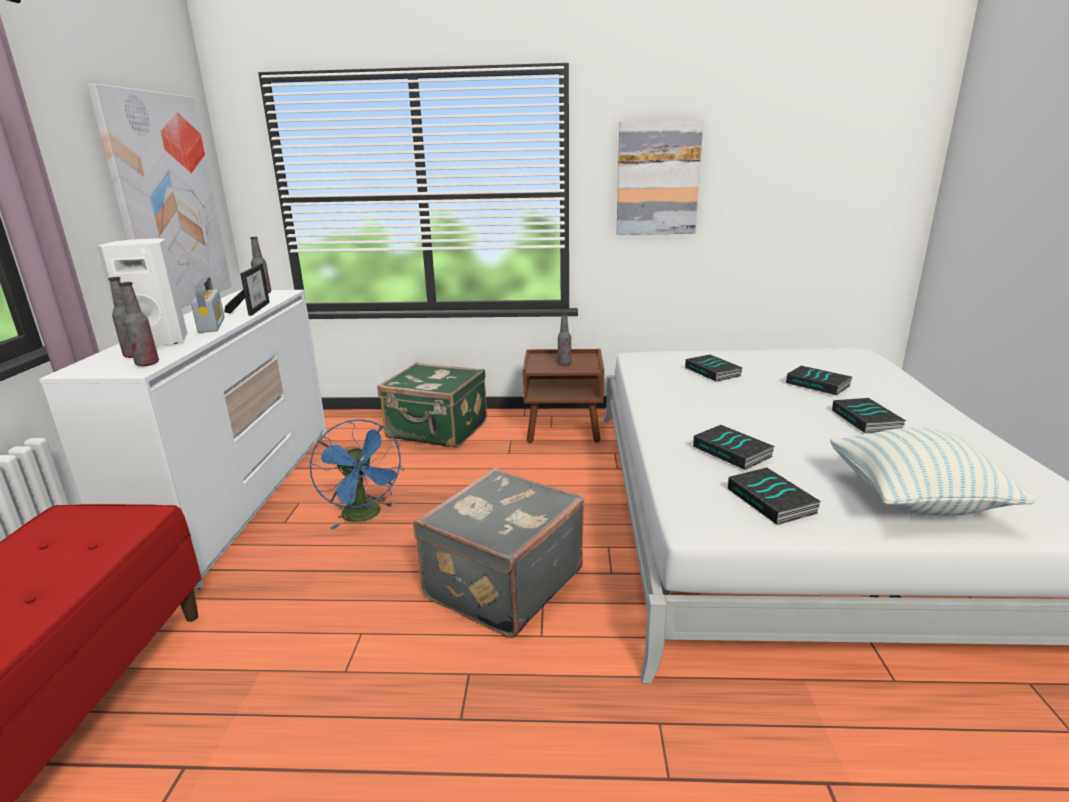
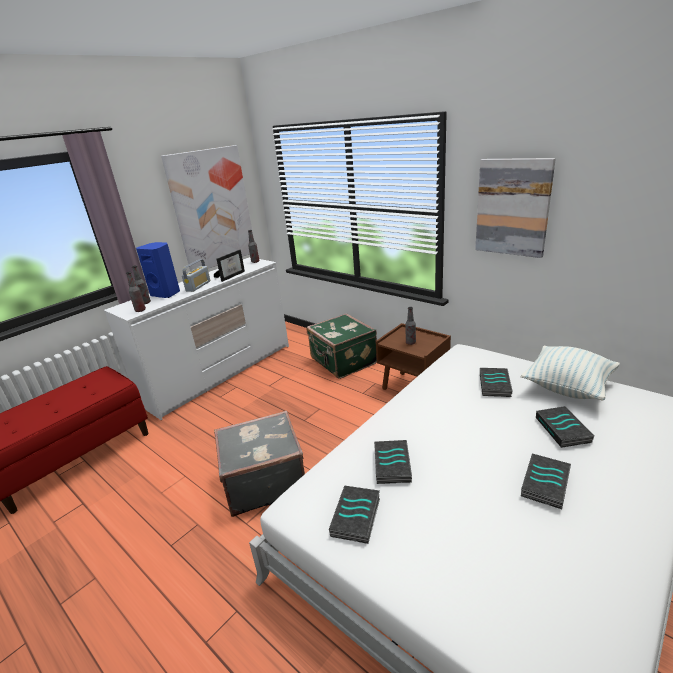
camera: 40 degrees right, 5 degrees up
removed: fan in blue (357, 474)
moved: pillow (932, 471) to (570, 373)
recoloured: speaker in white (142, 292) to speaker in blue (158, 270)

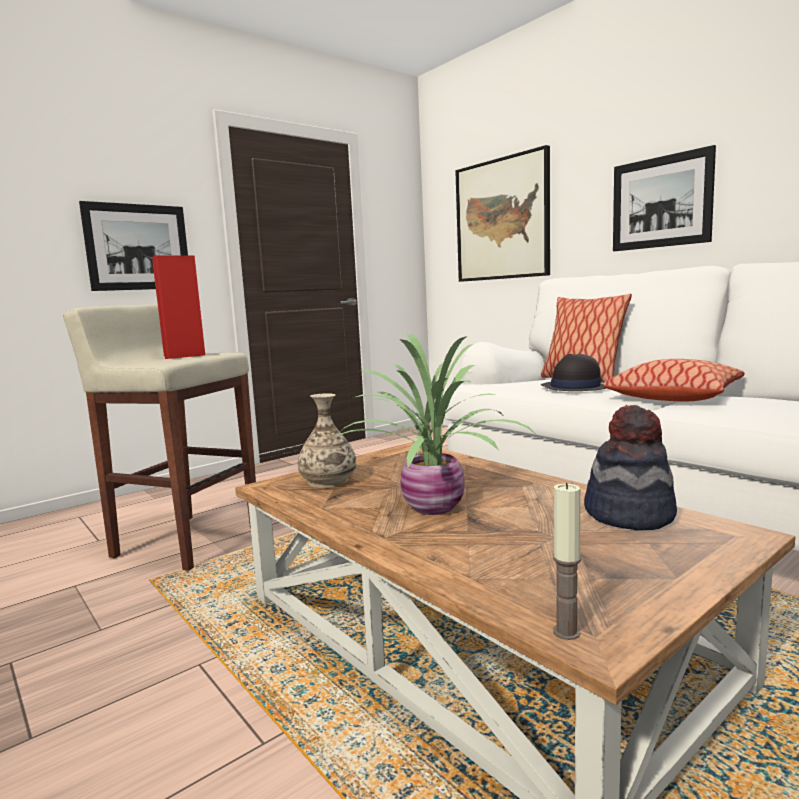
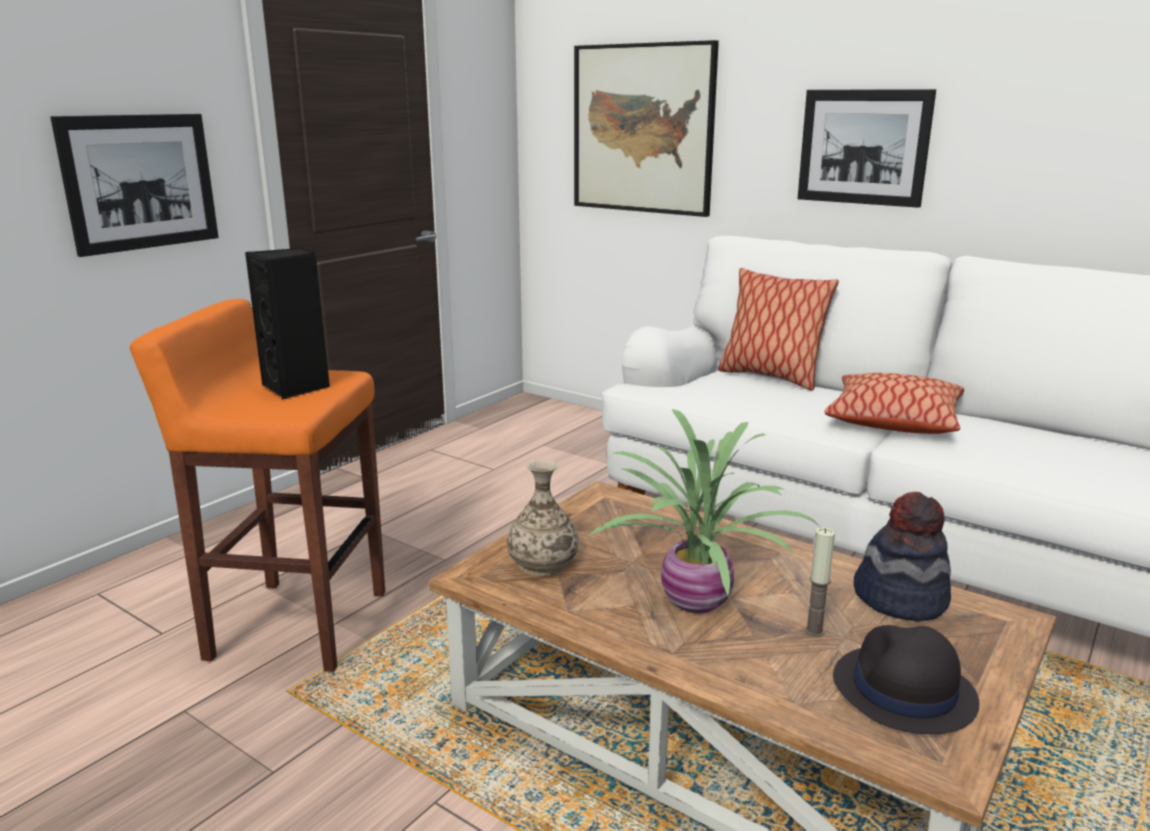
camera: 15 degrees left, 10 degrees up
moved: clothing hat in black (573, 372) to (906, 679); wax candle (567, 561) to (819, 582)
recoloured: sitting stool in beige (159, 437) to sitting stool in orange (257, 485); speaker in red-coloured (178, 307) to speaker in black (287, 323)

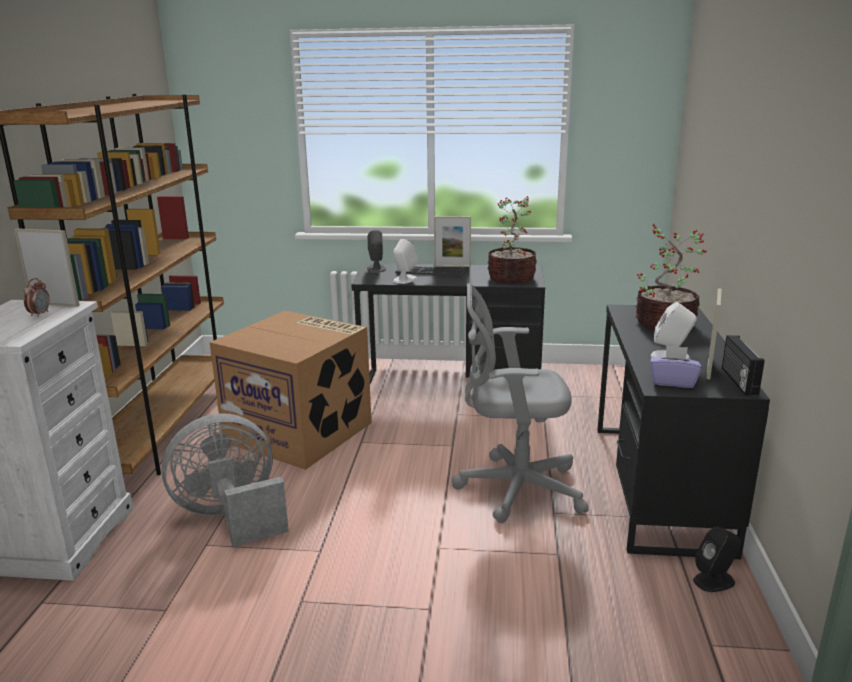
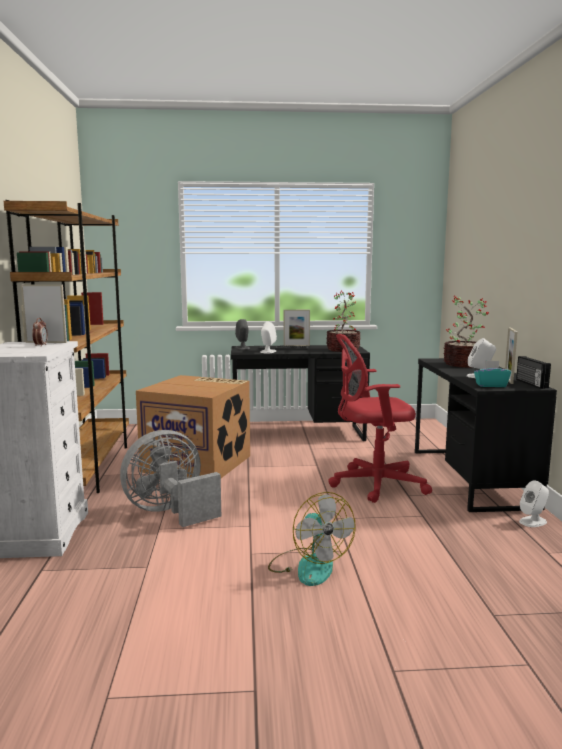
camera: 10 degrees left, 10 degrees down
added: fan (312, 539)
recoloured: desk chair in gray (520, 403) to desk chair in red-coloured (380, 418); tissue holder in purple-coloured (676, 366) to tissue holder in turquoise-coloured (492, 374); speaker in black (717, 559) to speaker in white (534, 504)

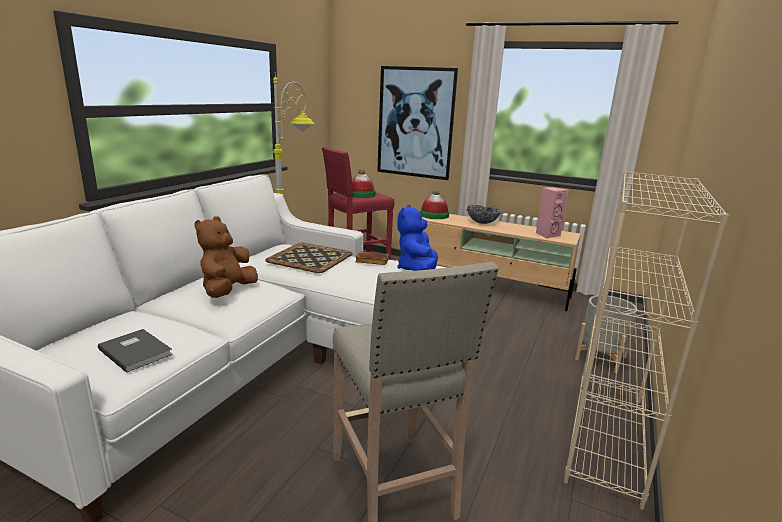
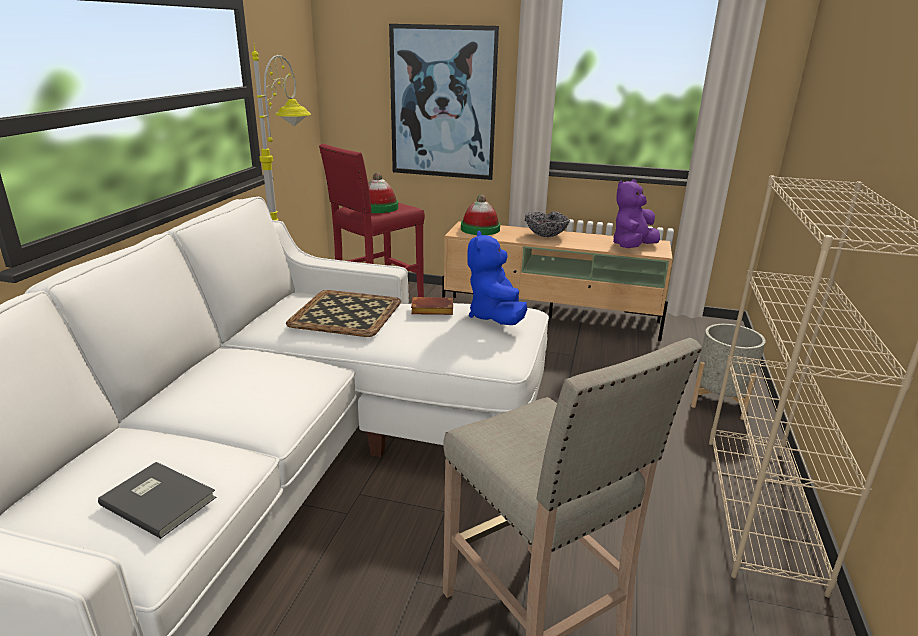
camera: 10 degrees left, 5 degrees up
removed: soft toy in brown (226, 257)
replaced: speaker in pinkish (552, 213) to soft toy in purple-coloured (636, 213)

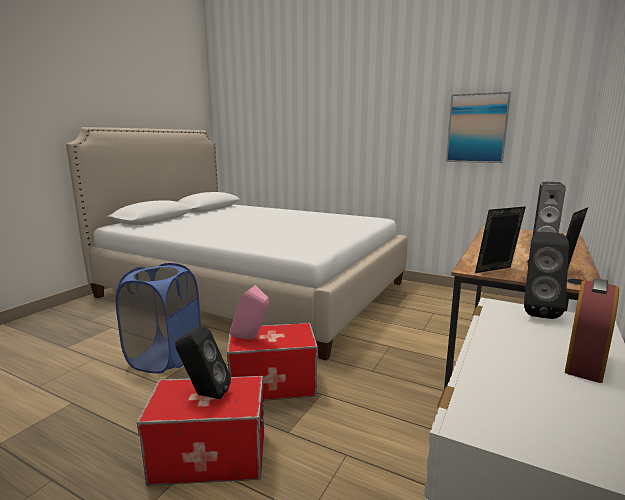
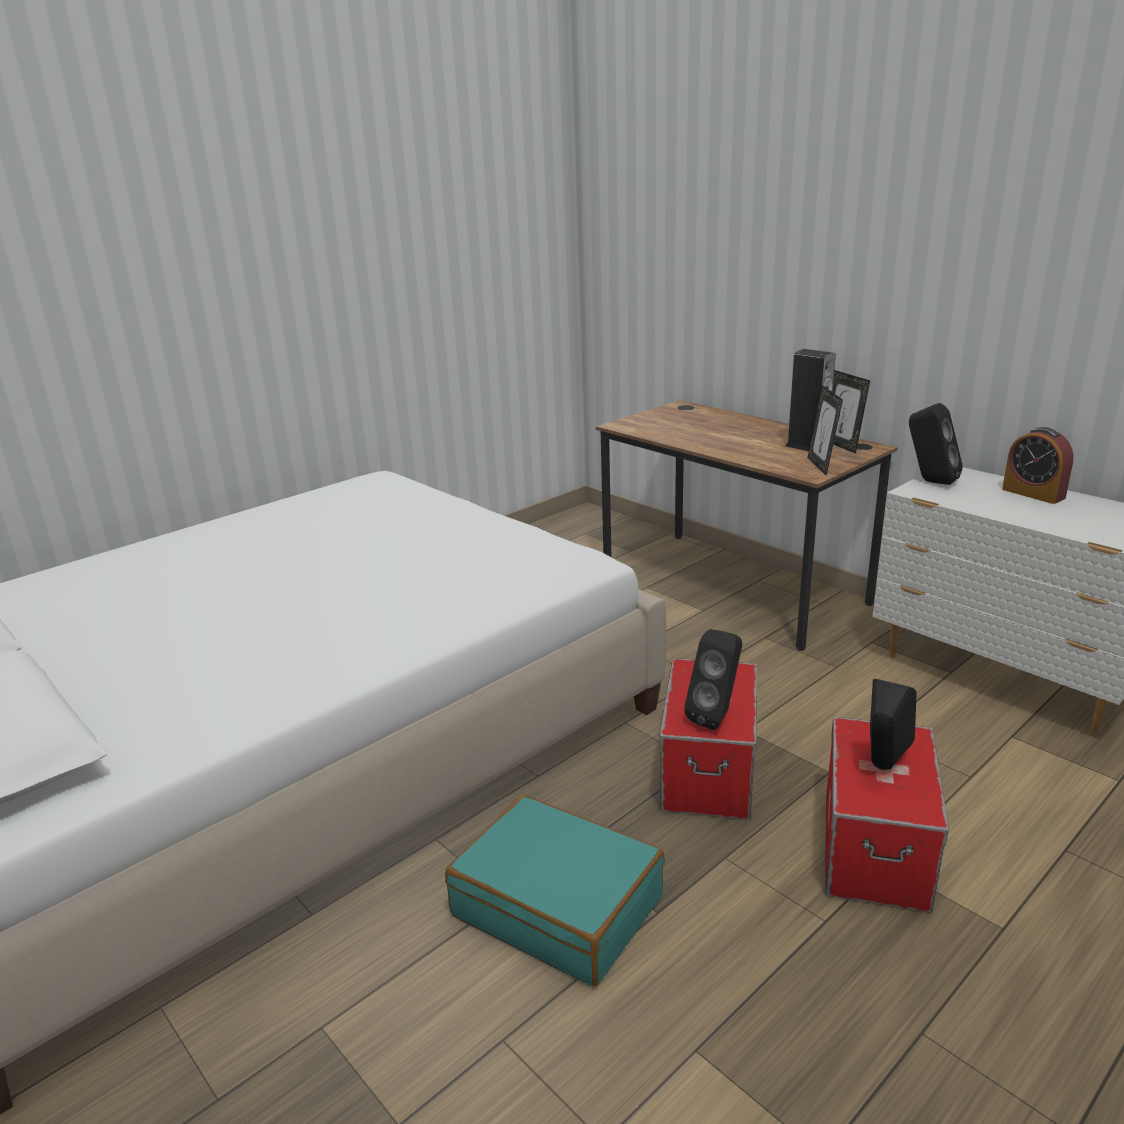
camera: 70 degrees left, 10 degrees up
removed: picture (478, 127)
replaced: washing basket in blue (158, 318) to piece of luggage in turquoise-coloured (555, 891)
recoloured: speaker in pinkish (249, 312) to speaker in black (713, 679)

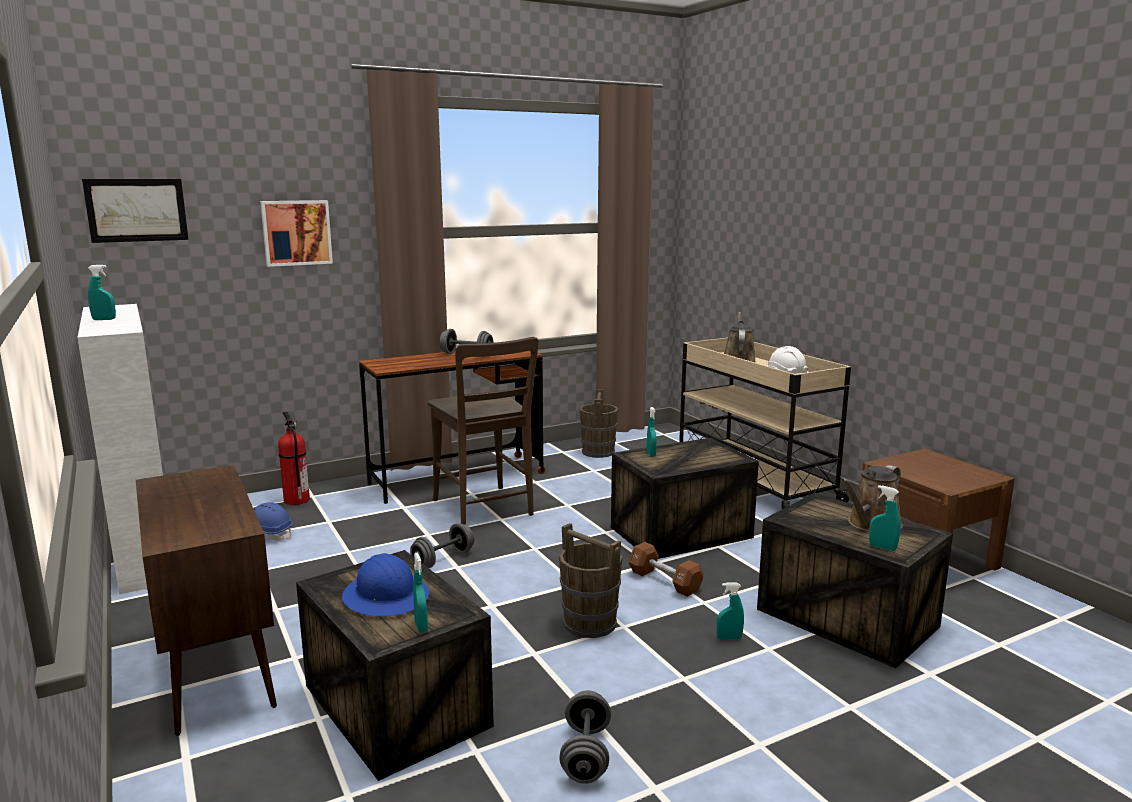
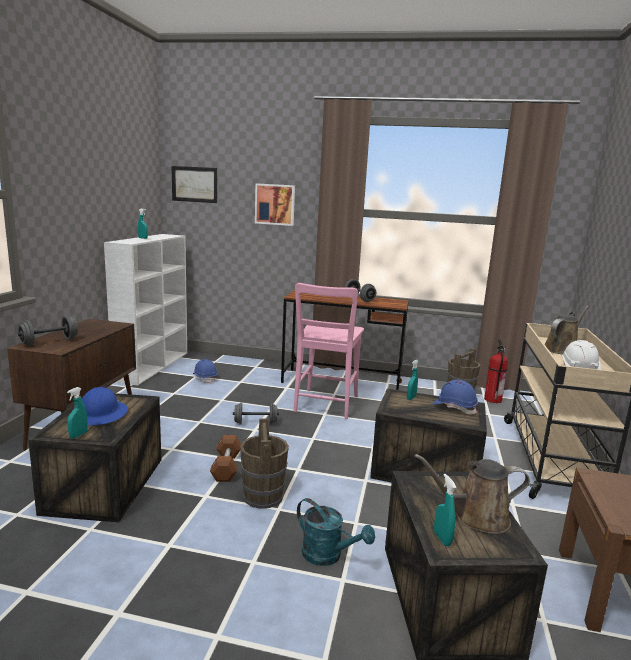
camera: 40 degrees right, 0 degrees up
added: safety helmet in blue (455, 397)
moved: fire extinguisher (294, 458) to (496, 371); hand weight in gray (585, 737) to (48, 330); hand weight in brown (666, 569) to (225, 458)
replaced: spray bottle in turquoise-coloured (730, 611) to watering pot in turquoise-coloured (336, 532)
recoloured: plain chair in brown (483, 431) to plain chair in pinkish (329, 351)

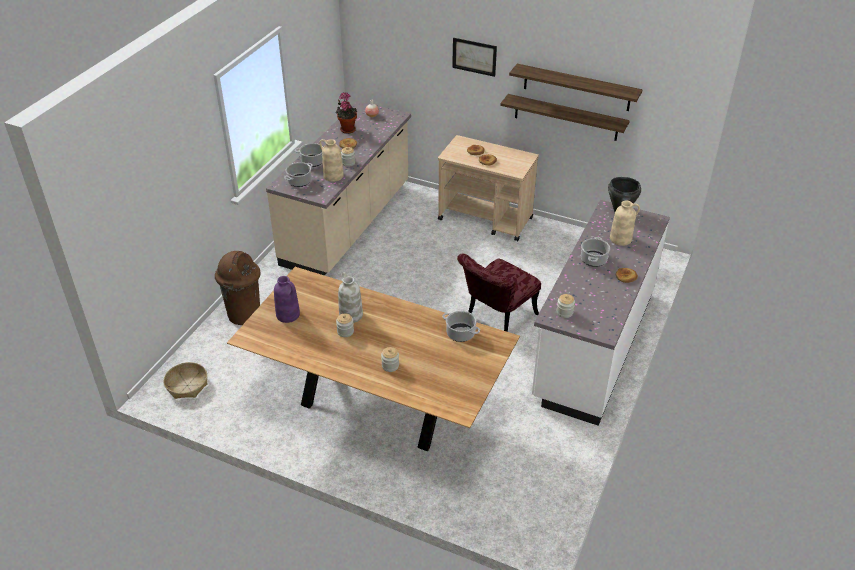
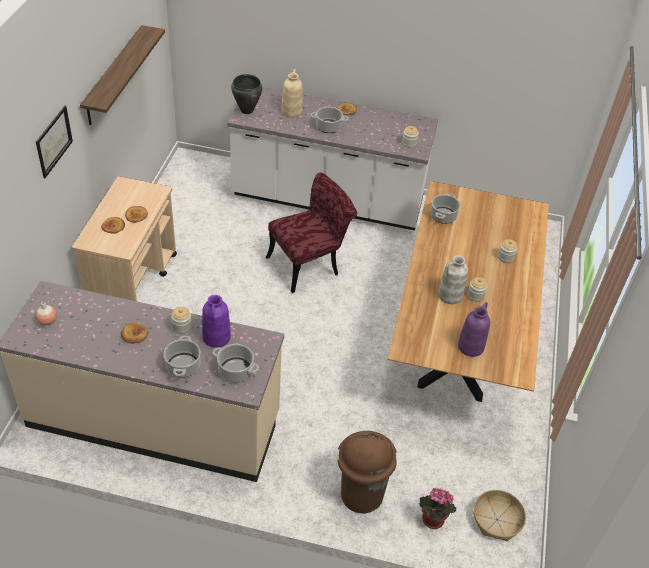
camera: 105 degrees left, 5 degrees up
removed: shelf (565, 117)
moved: potted plant (346, 113) to (437, 508)
recoloured: decorative vase in beige (331, 160) to decorative vase in purple-coloured (216, 321)
turned: plain chair in red-coloured (499, 293) = (311, 233) 60 degrees counterclockwise

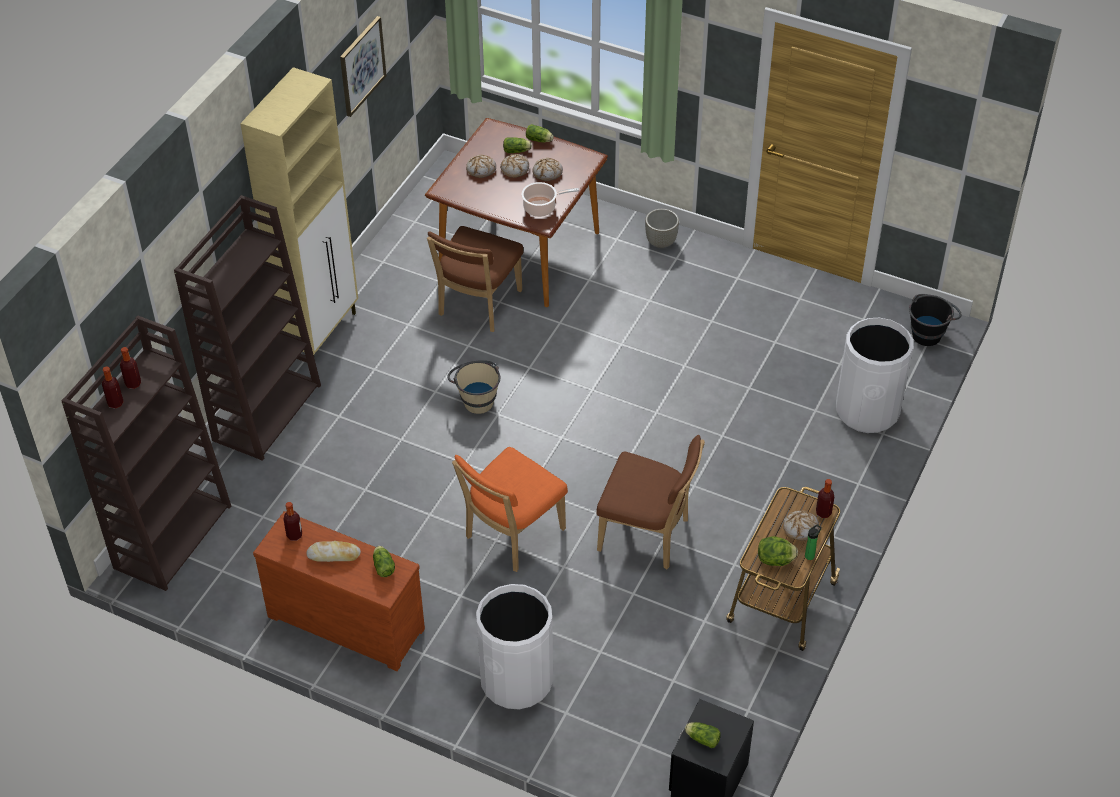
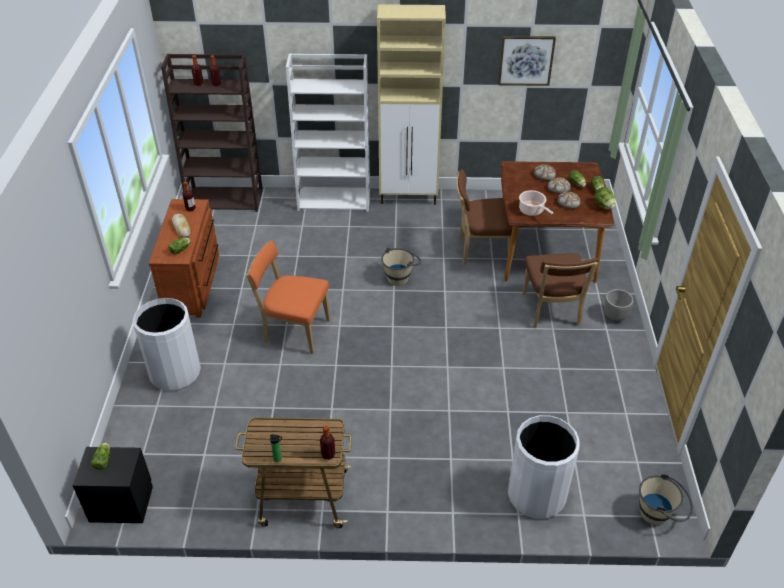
camera: 65 degrees right, 5 degrees down
removed: bread (801, 525)
moved: plain chair in brown (650, 502) to (560, 290); head of lettuce (778, 551) to (605, 198)
recoloured: bookshelf in brown (247, 328) to bookshelf in white (328, 133); water bucket in black (935, 320) to water bucket in beige (666, 499)

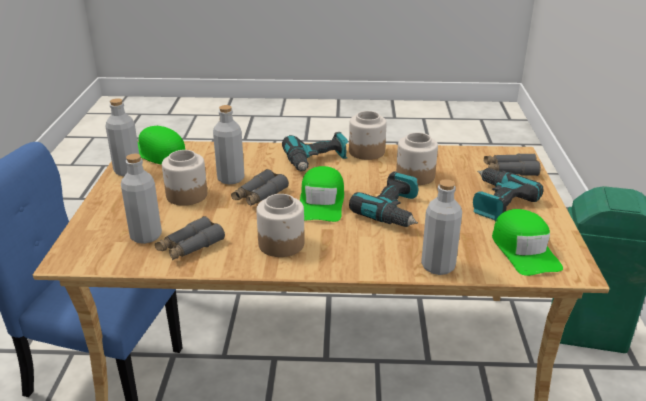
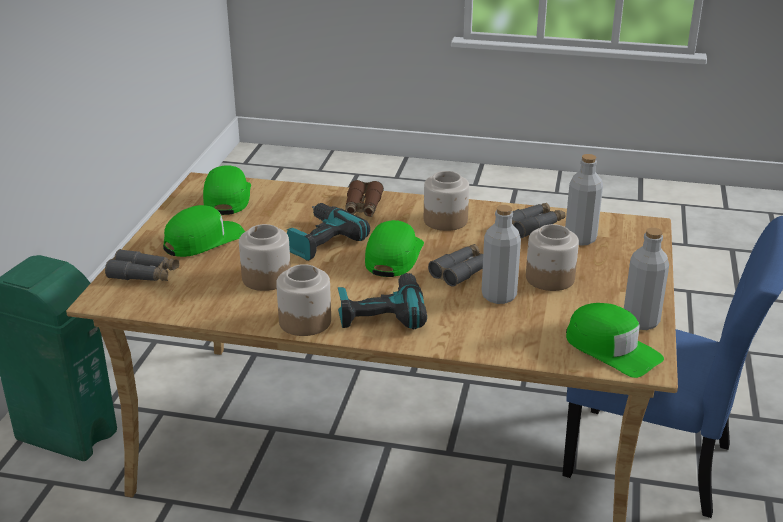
camera: 170 degrees left, 0 degrees up
removed: beverage bottle in gray (441, 227)
added: pair of binoculars in brown (364, 198)
replaced: drill (508, 194) to peaked cap in green (204, 231)

